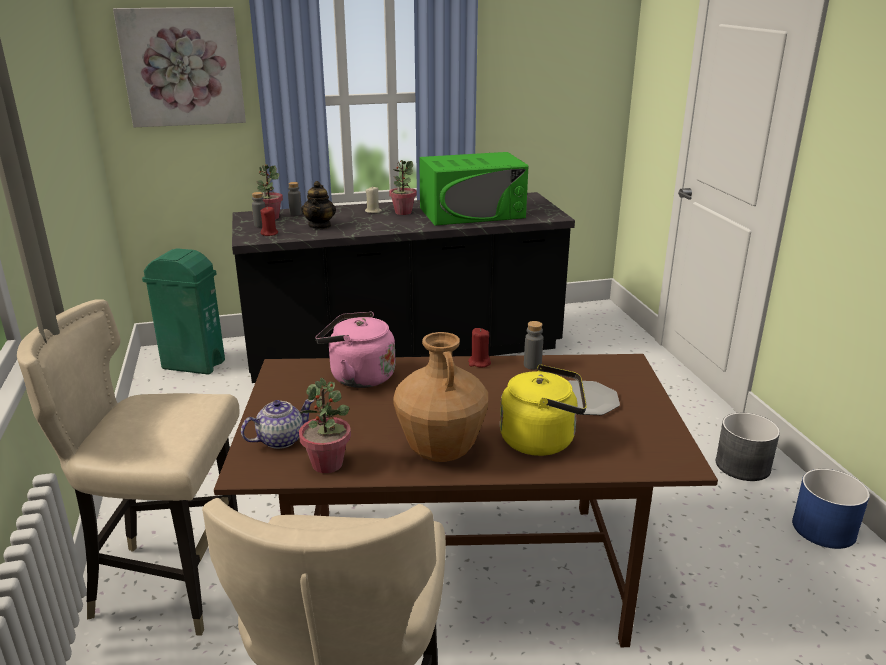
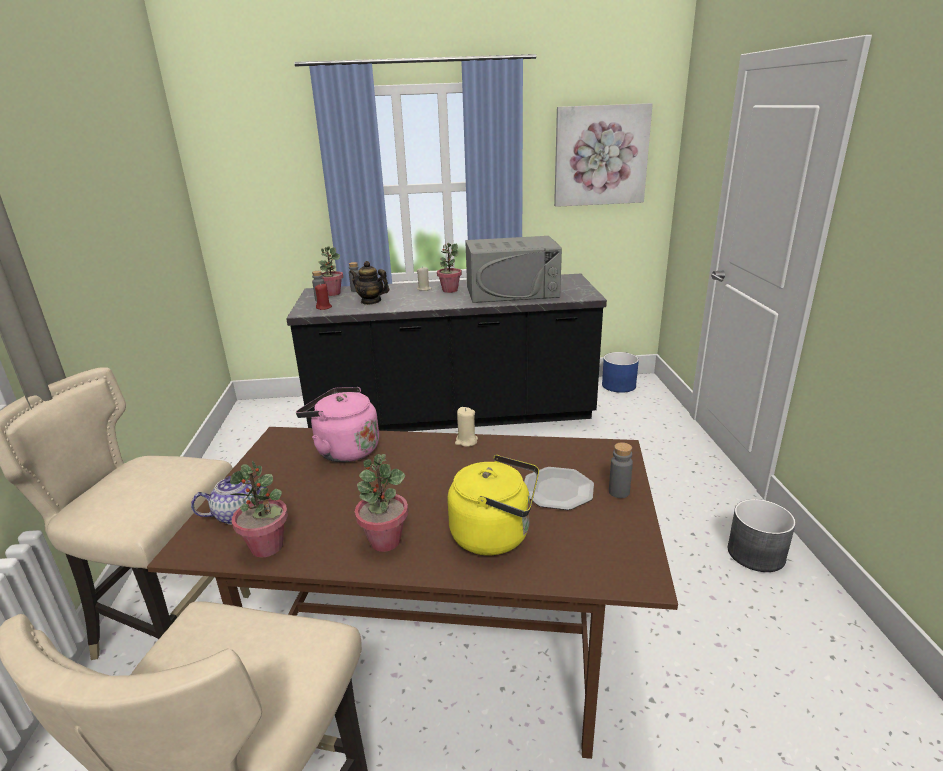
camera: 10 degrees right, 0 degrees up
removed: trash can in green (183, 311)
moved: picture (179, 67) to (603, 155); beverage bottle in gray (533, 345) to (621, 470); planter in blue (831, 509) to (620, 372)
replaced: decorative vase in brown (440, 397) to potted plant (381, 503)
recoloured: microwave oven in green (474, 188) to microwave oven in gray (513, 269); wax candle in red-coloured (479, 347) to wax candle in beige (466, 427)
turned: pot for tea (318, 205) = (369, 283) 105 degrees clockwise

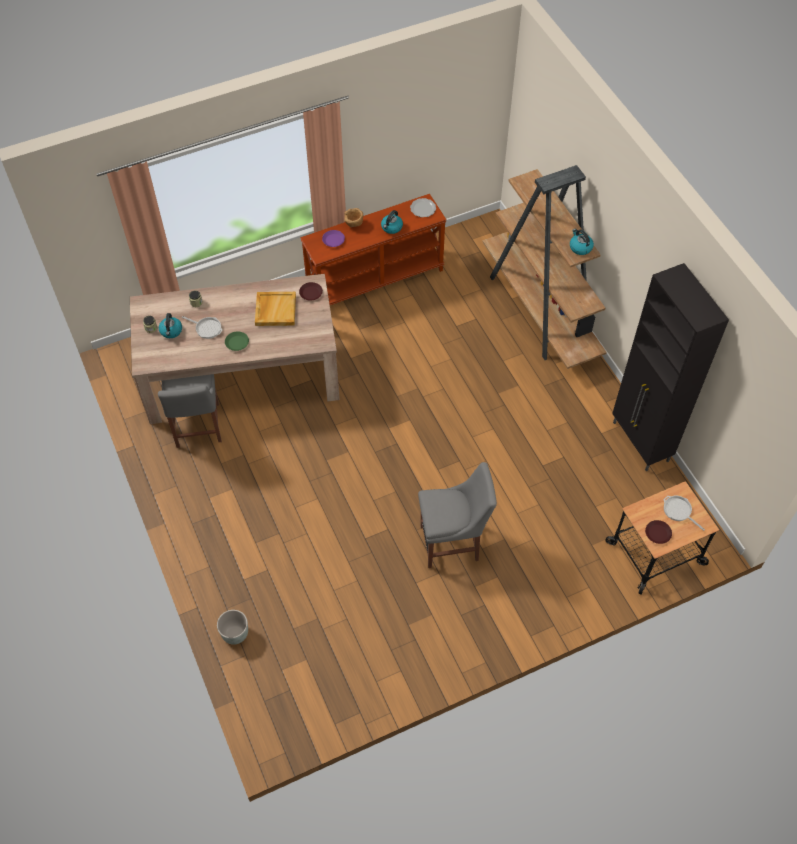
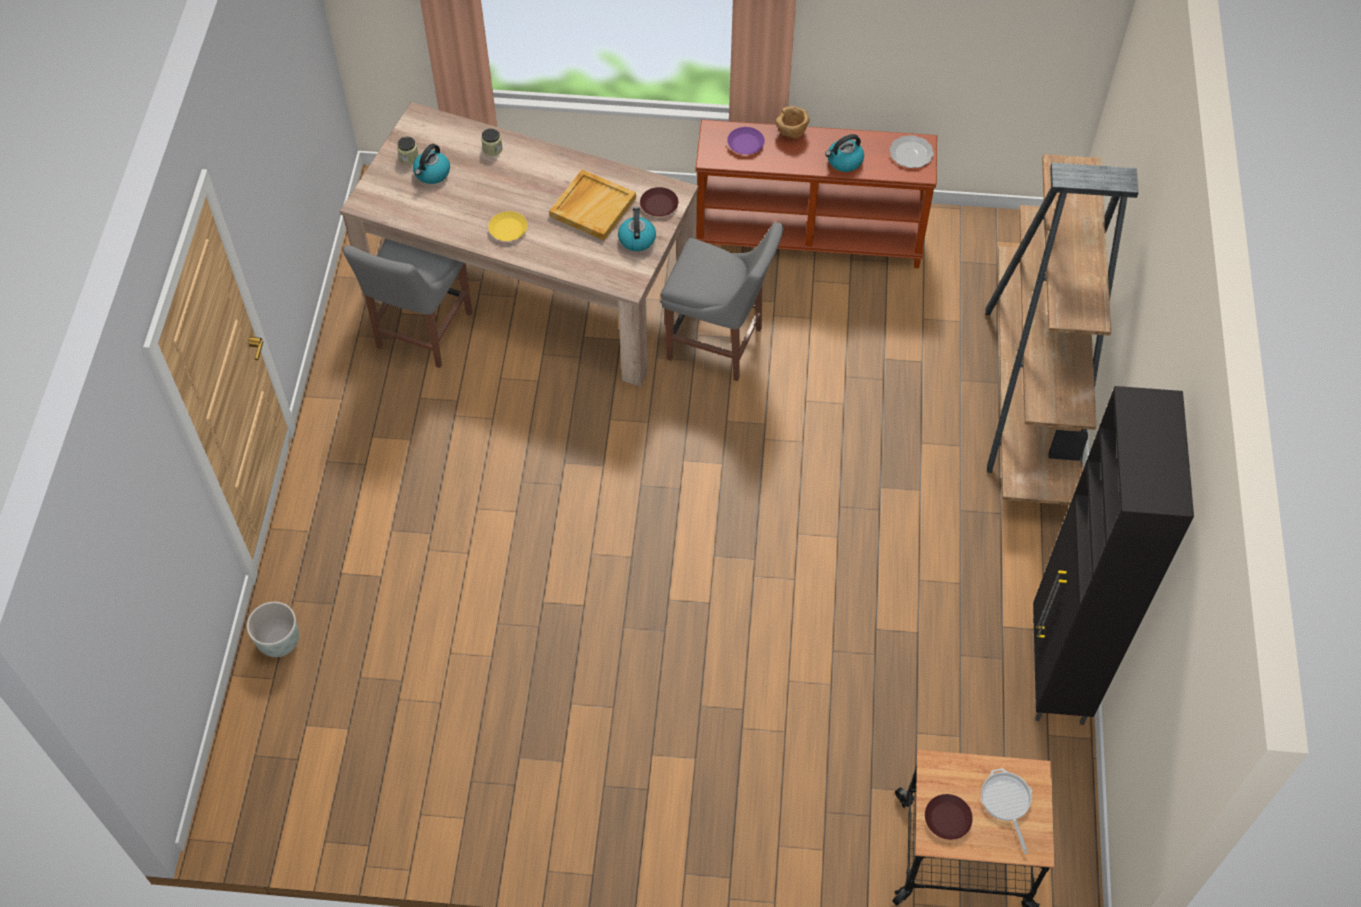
camera: 30 degrees right, 0 degrees up
removed: pan (202, 327)
moved: plain chair in gray (457, 515) to (722, 301); tea kettle (582, 242) to (637, 229)
recoloured: flat dish in green (237, 341) to flat dish in yellowish (507, 226)

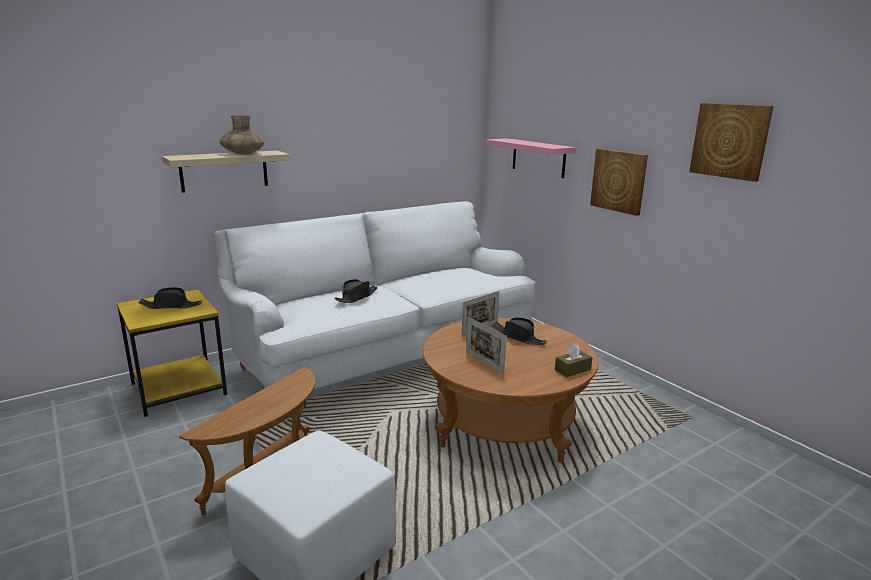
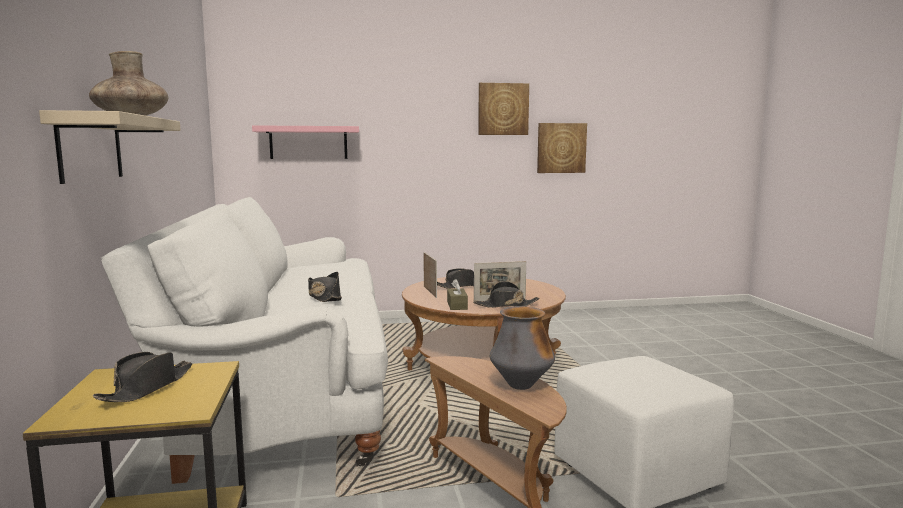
camera: 65 degrees left, 10 degrees down
added: clothing hat in black (506, 294); decorative vase (522, 348)
moved: tissue holder in brown (573, 360) to (457, 294); picture (619, 182) to (562, 148)

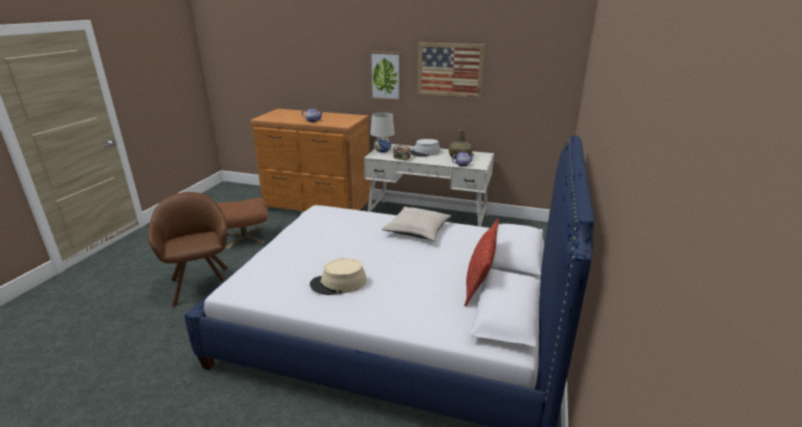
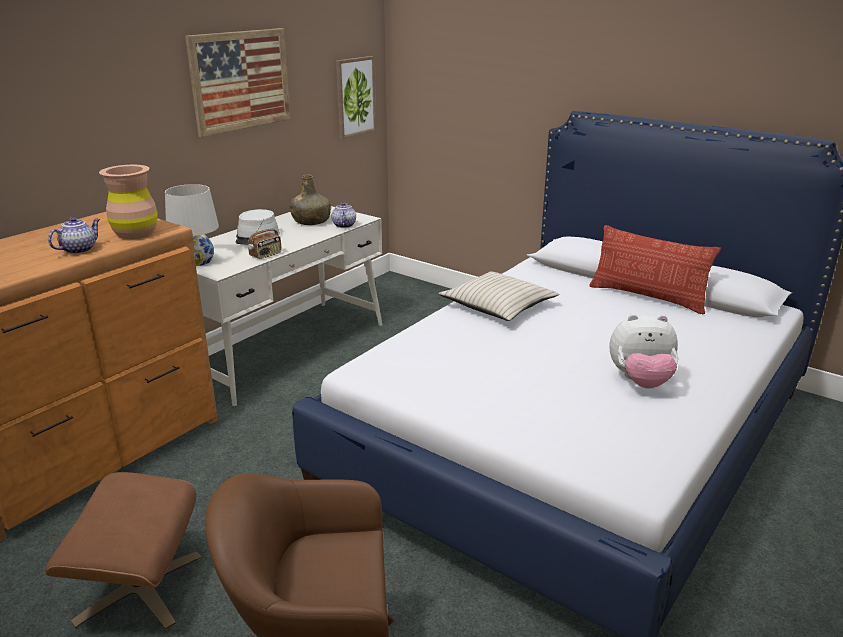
camera: 70 degrees left, 0 degrees up
added: decorative vase in brown (128, 202)
moved: picture (385, 76) to (356, 97)
replaced: clothing hat in beige (338, 276) to soft toy (643, 351)

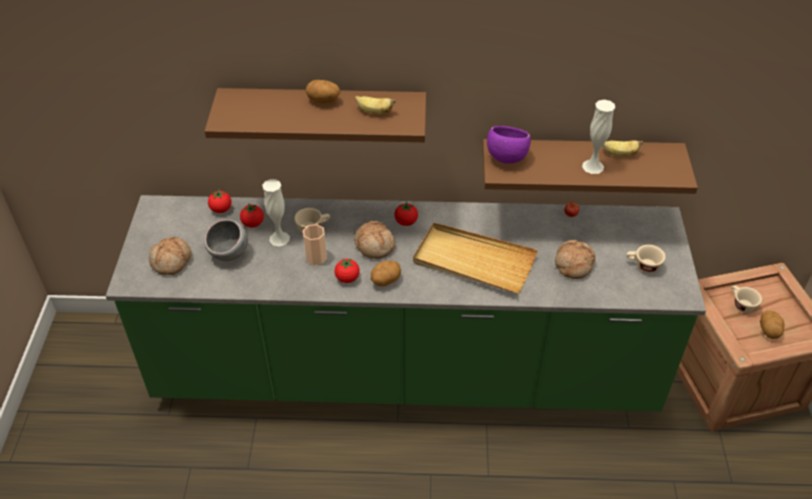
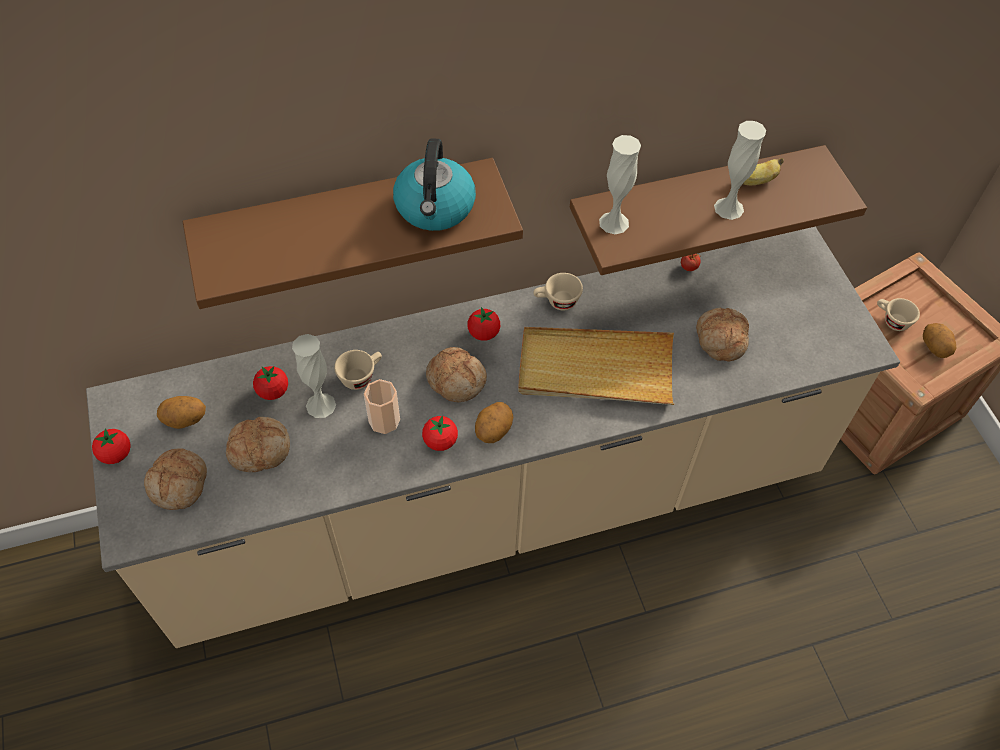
camera: 20 degrees left, 10 degrees up
moved: tomato (220, 201) to (111, 446); whole potato (323, 92) to (181, 412); cup in beige (645, 259) to (558, 291)
replaced: deep dish in gray (226, 240) to bread (258, 444); whole banana (375, 105) to tea kettle (434, 184); deep dish in purple-coloured (509, 145) to decorative vase in white (620, 184)
recoloured: kitchen base unit in green (406, 303) to kitchen base unit in beige (493, 437)

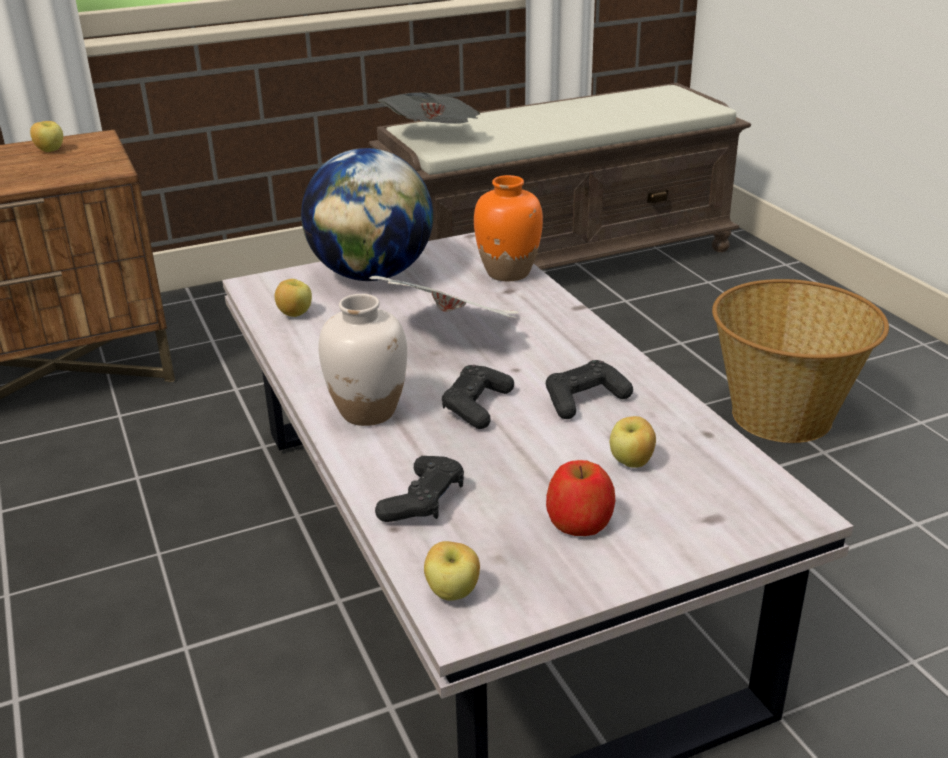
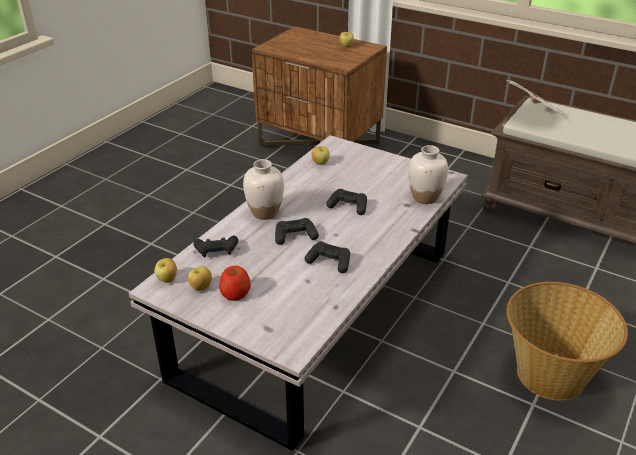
camera: 55 degrees right, 5 degrees up
removed: world globe (367, 214)
moved: apple (633, 442) to (200, 278)
replaced: printed paper (443, 297) to joypad in black (346, 202)
recoloured: decorative vase in orange (508, 228) to decorative vase in white (428, 174)

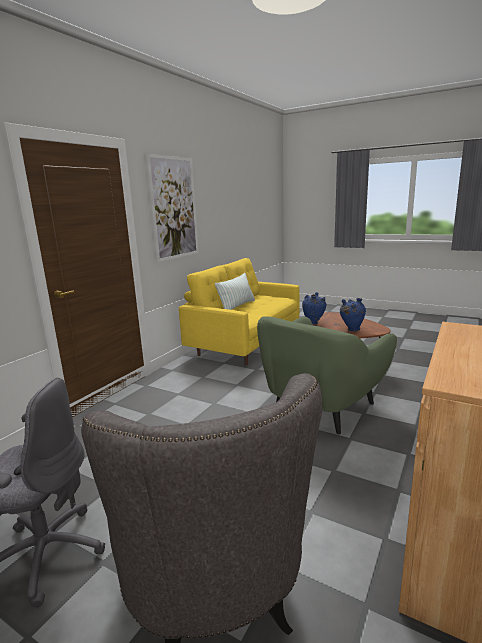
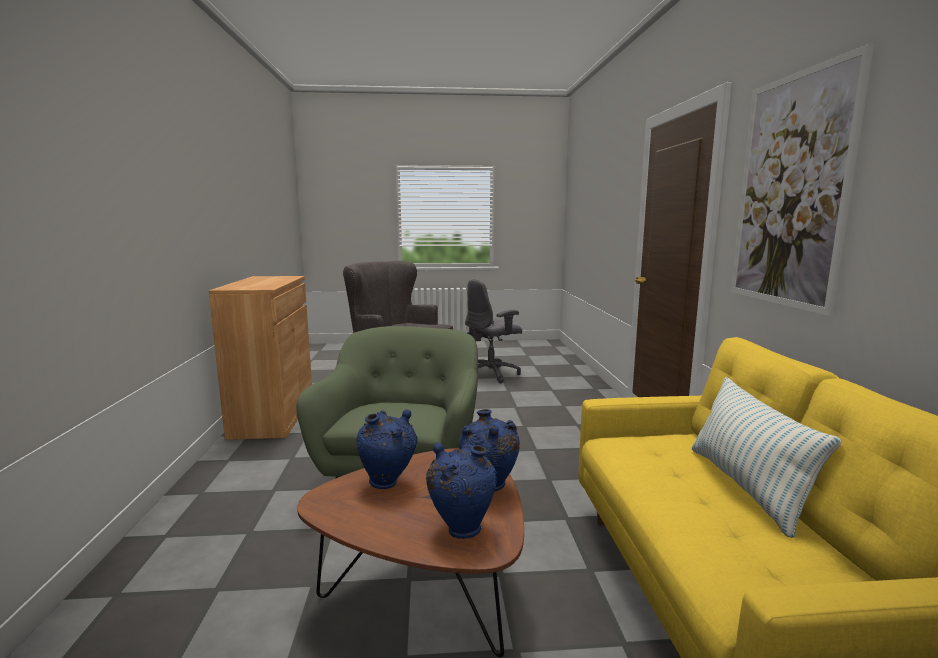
camera: 145 degrees right, 5 degrees down
added: decorative vase in blue (461, 490)

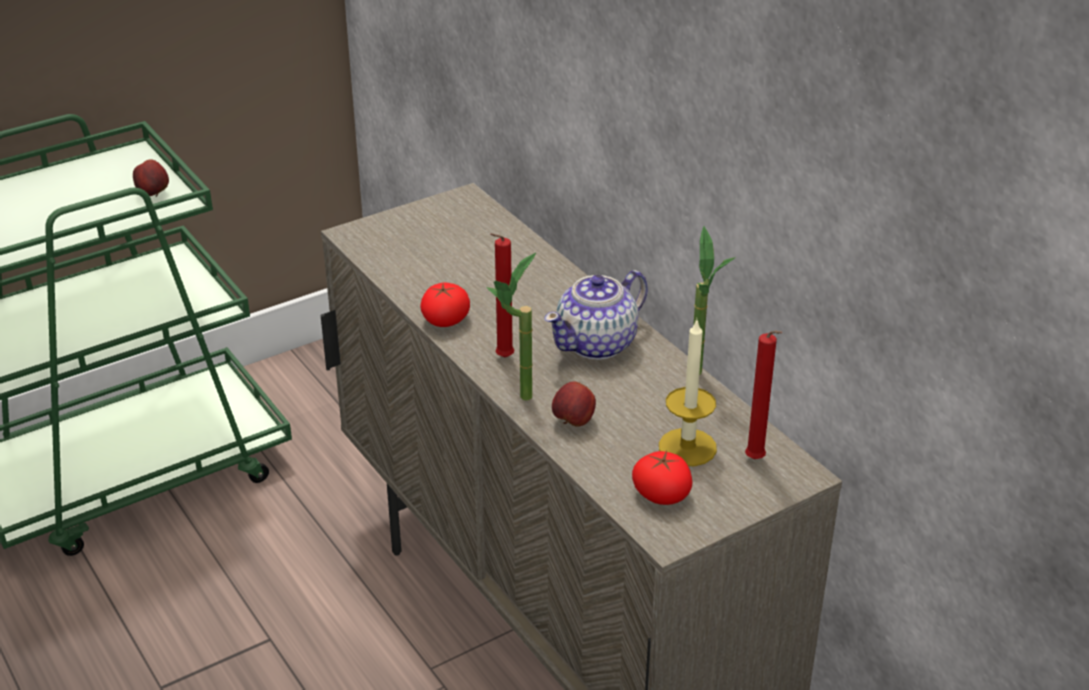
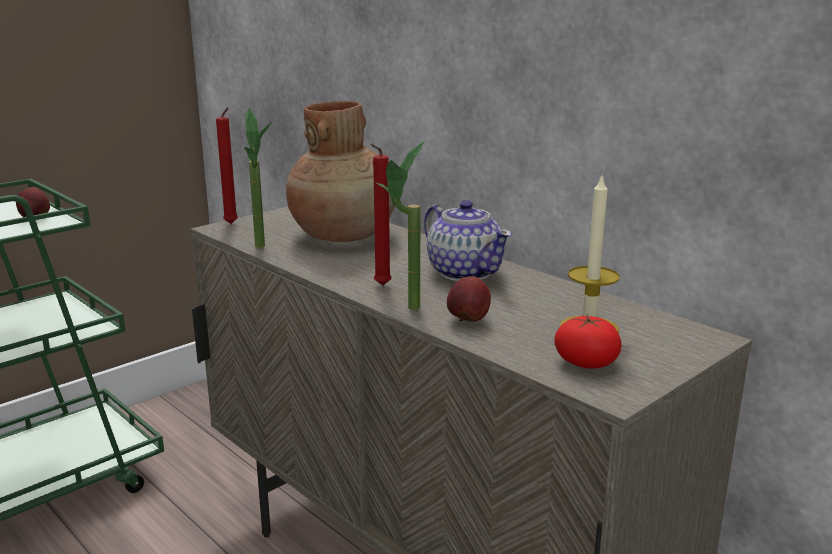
camera: 10 degrees left, 15 degrees down
removed: tomato (445, 305)
added: decorative vase in brown (340, 171)
moved: potted plant (714, 300) to (258, 178); wax candle in red-coloured (763, 395) to (227, 165)
turned: pot for tea (596, 315) = (468, 240) 75 degrees counterclockwise

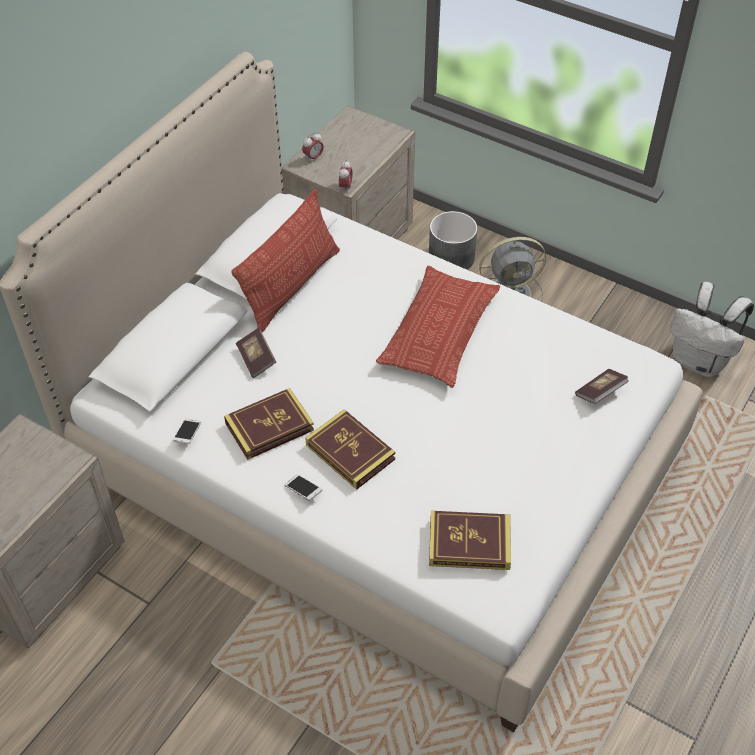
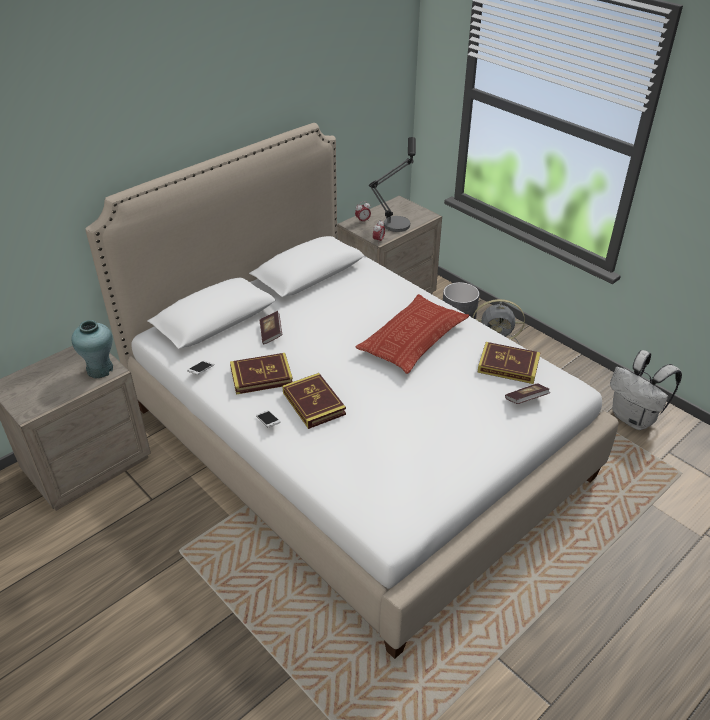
camera: 15 degrees right, 10 degrees down
removed: pillow (285, 260)
added: decorative vase in turquoise-coloured (92, 349); table lamp (392, 184)
moved: book (470, 540) to (509, 363)

